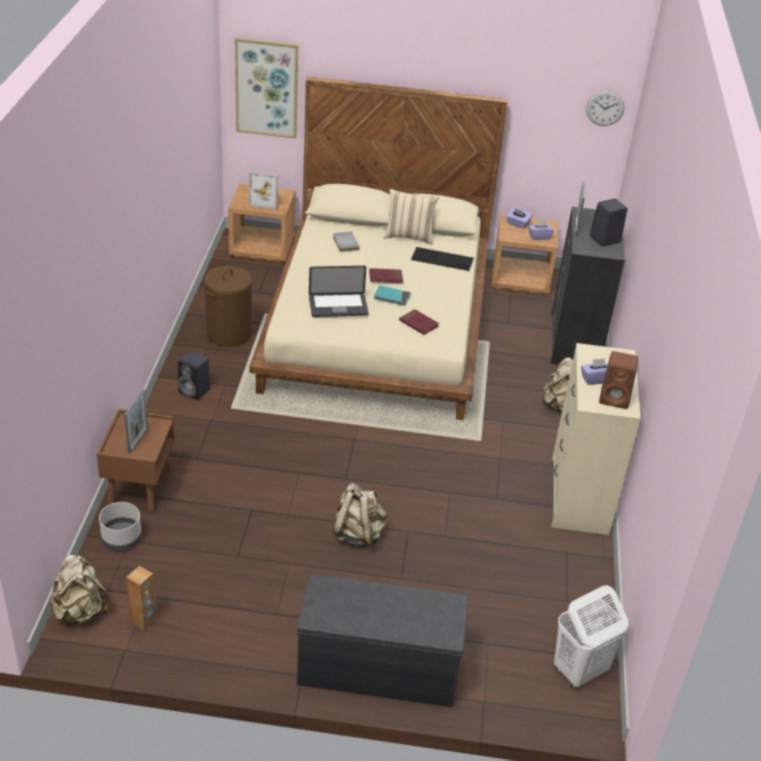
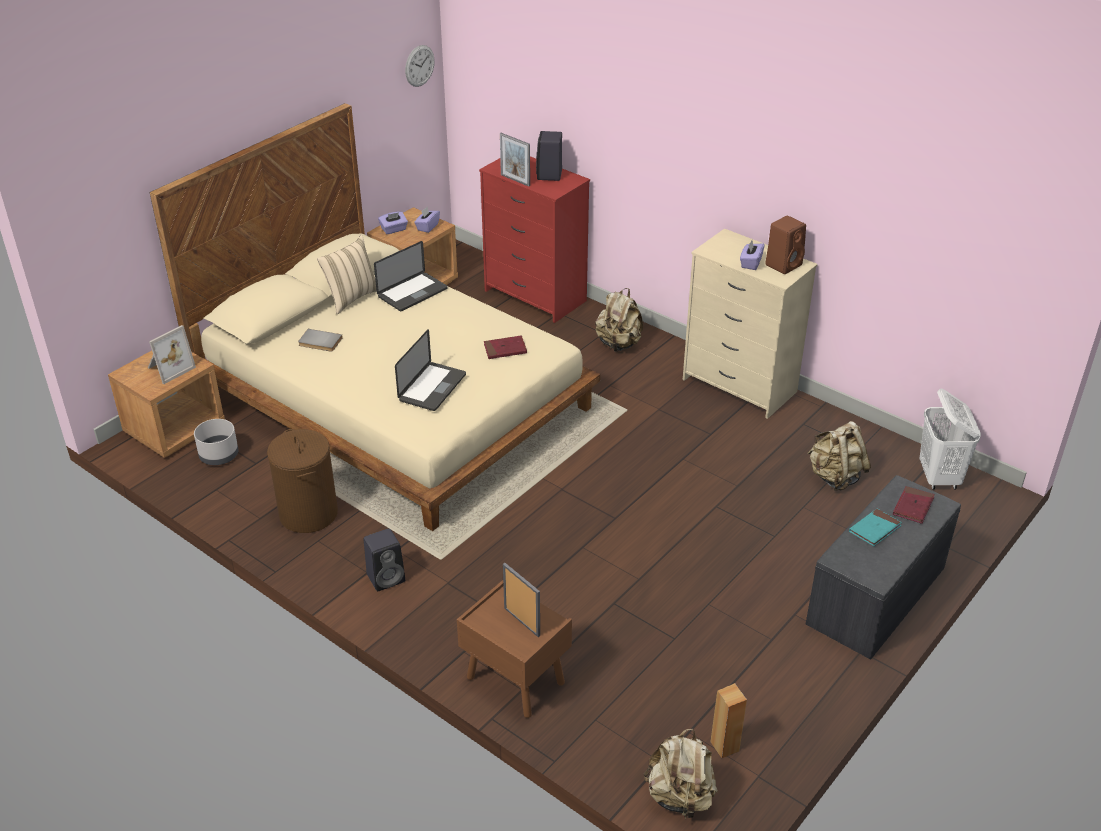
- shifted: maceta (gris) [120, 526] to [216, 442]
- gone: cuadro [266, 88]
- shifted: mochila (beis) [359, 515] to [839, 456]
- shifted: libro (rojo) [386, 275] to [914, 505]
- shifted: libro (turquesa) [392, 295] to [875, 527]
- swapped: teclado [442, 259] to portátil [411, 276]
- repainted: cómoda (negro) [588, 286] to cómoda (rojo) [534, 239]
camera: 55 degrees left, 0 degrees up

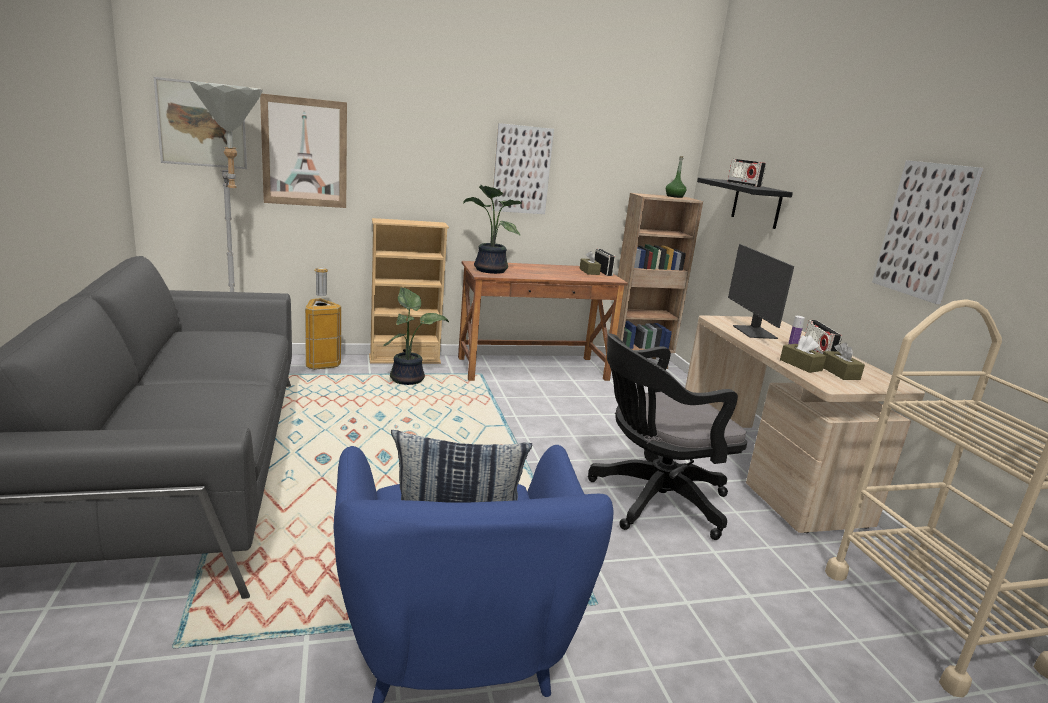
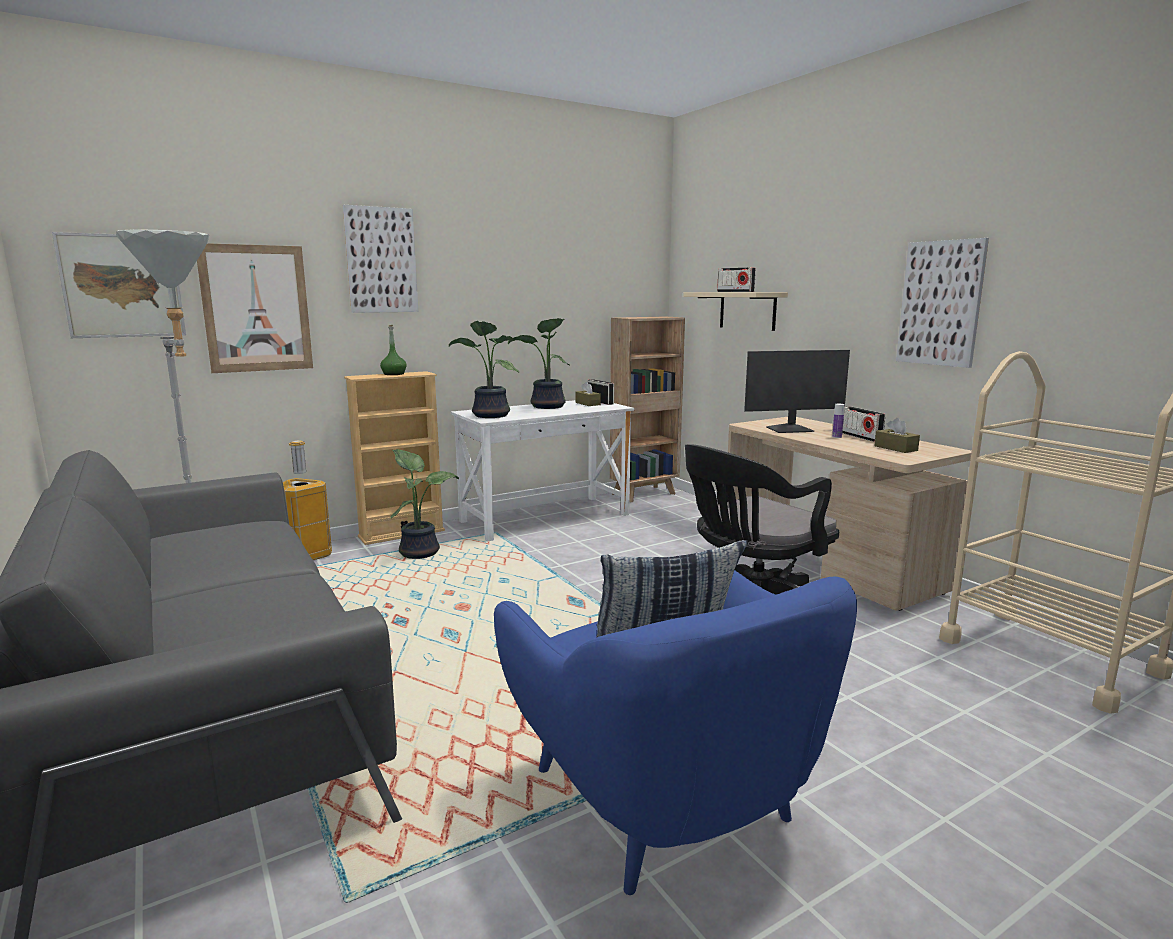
- repainted: escritorio (marrón) [543, 321] to escritorio (blanco) [542, 470]
- shifted: cuadro [522, 168] to [380, 259]
- shifted: botella (verde) [676, 177] to [393, 350]
- repainted: estante (negro) [745, 203] to estante (beis) [735, 311]
- rotated: monitor [761, 291] = [797, 391] 75 degrees counterclockwise
- gone: caja de pañuelos (marrón) [803, 354]
- new: planta en maceta [539, 363]
camera: 15 degrees left, 5 degrees down

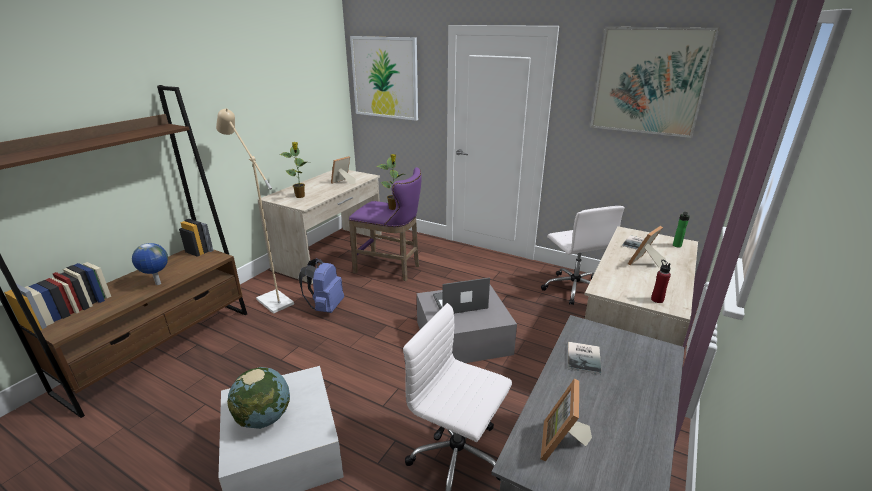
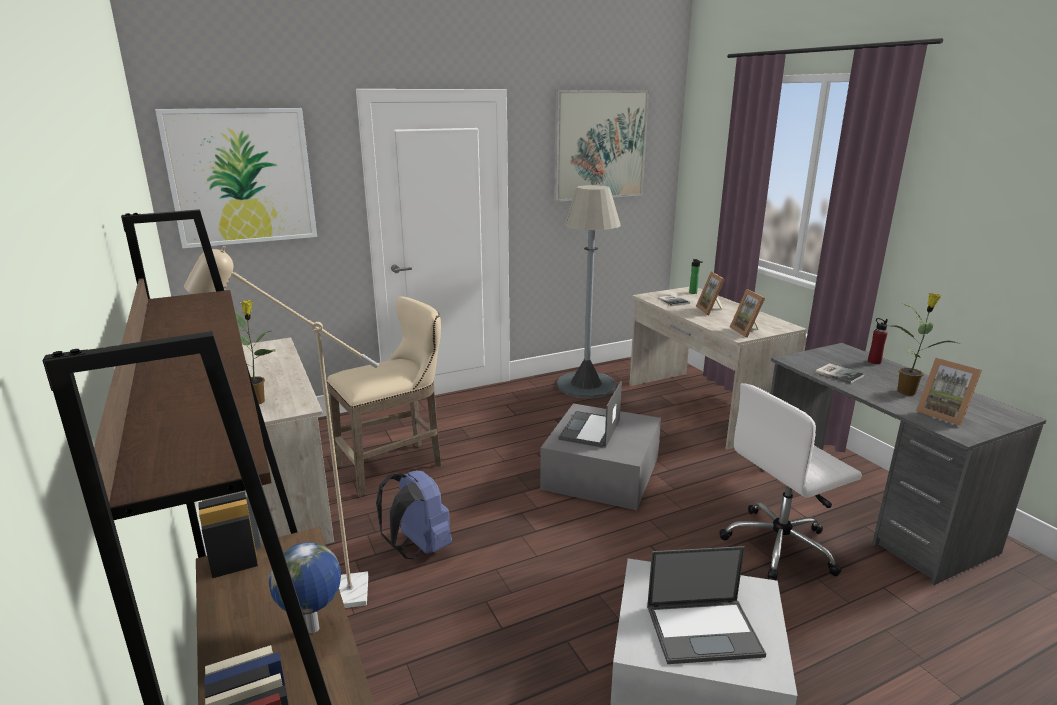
- swapped: globo terráqueo [258, 398] to portátil [706, 605]
- shifted: portarretratos [343, 170] to [747, 313]
- repainted: taburete (morado) [385, 224] to taburete (beis) [384, 397]
- shifted: planta en maceta [389, 182] to [923, 344]
- swapped: silla de oficina (blanco) [583, 255] to lámpara de pie (gris) [588, 291]
- shifted: botella (rojo) [661, 281] to [878, 341]
camera: 55 degrees left, 5 degrees down

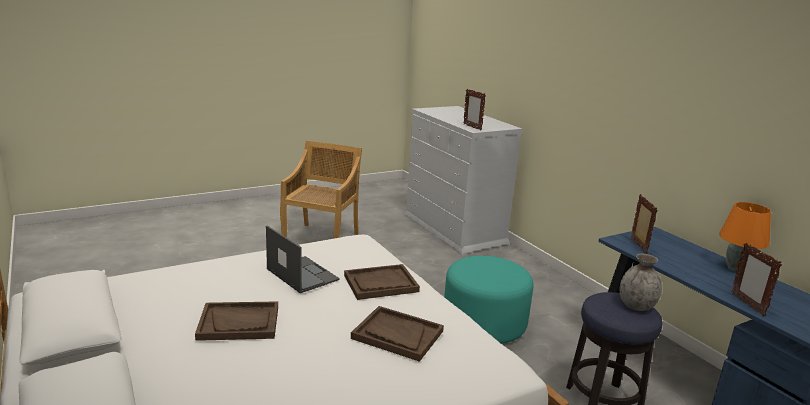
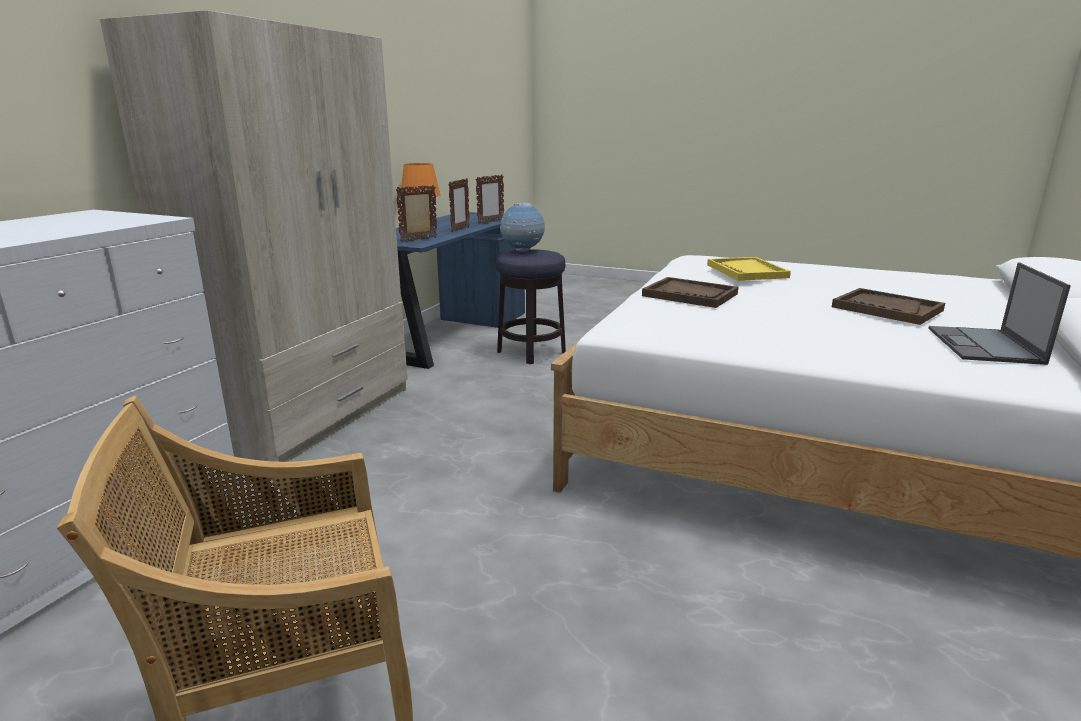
- shifted: portátil [303, 259] to [999, 314]
- repainted: bandeja (marrón) [397, 334] to bandeja (amarillo) [749, 269]
- gone: puf (turquesa) [489, 300]
- shifted: portarretratos [474, 110] to [459, 205]
- swapped: florero (gris) [641, 282] to globo terráqueo [522, 227]
- new: armario ropero (beis) [254, 236]
camera: 125 degrees left, 0 degrees up

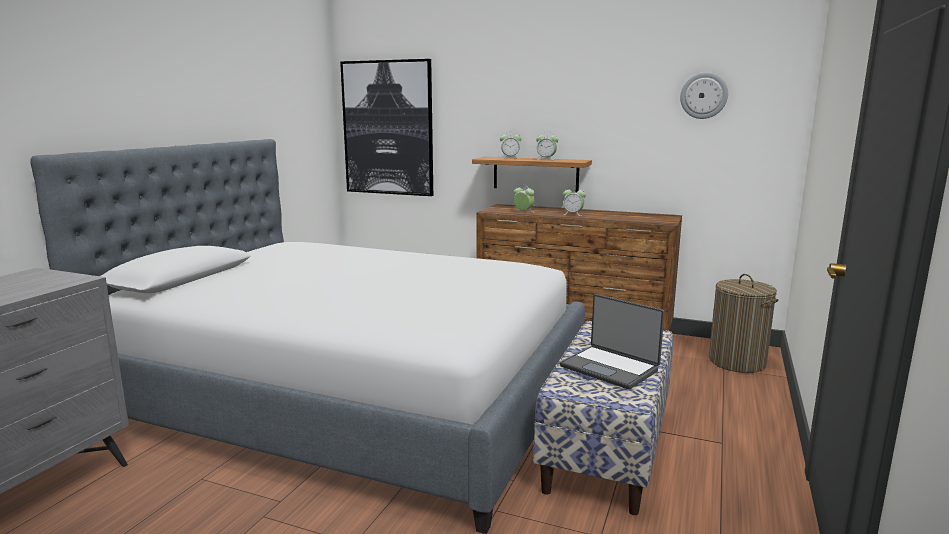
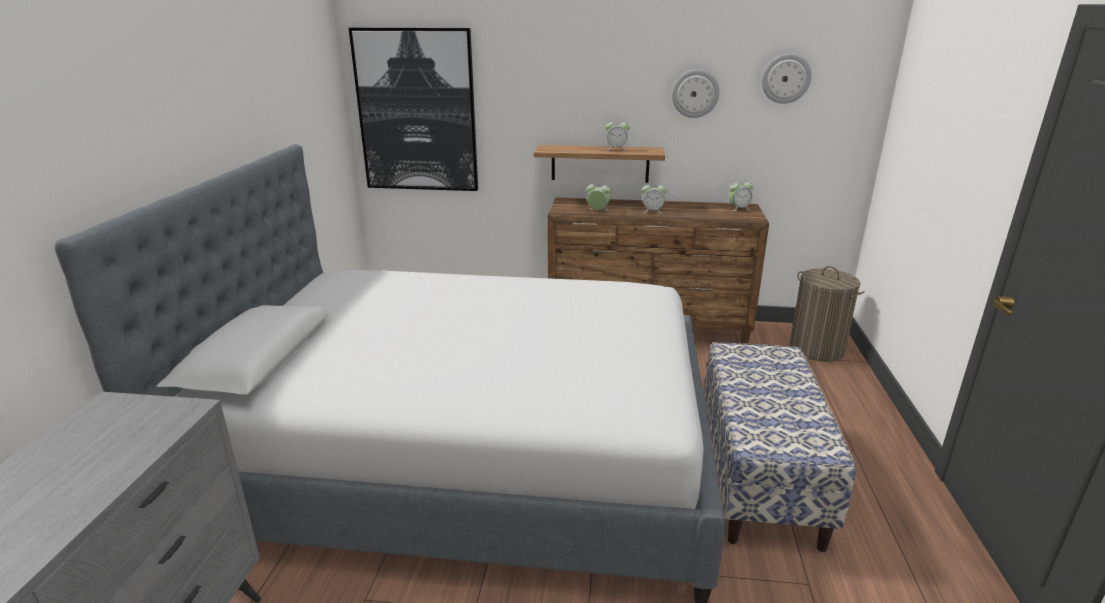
- shifted: despertador [511, 145] to [741, 195]
- gone: portátil [612, 341]
- new: reloj de pared [695, 93]
camera: 15 degrees left, 10 degrees up

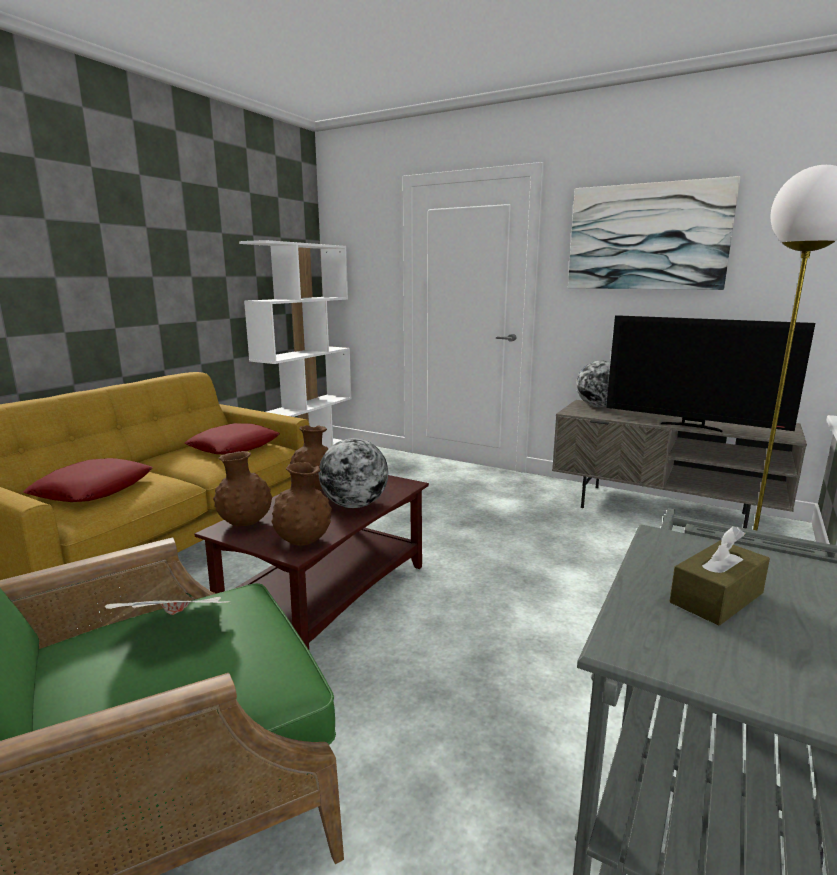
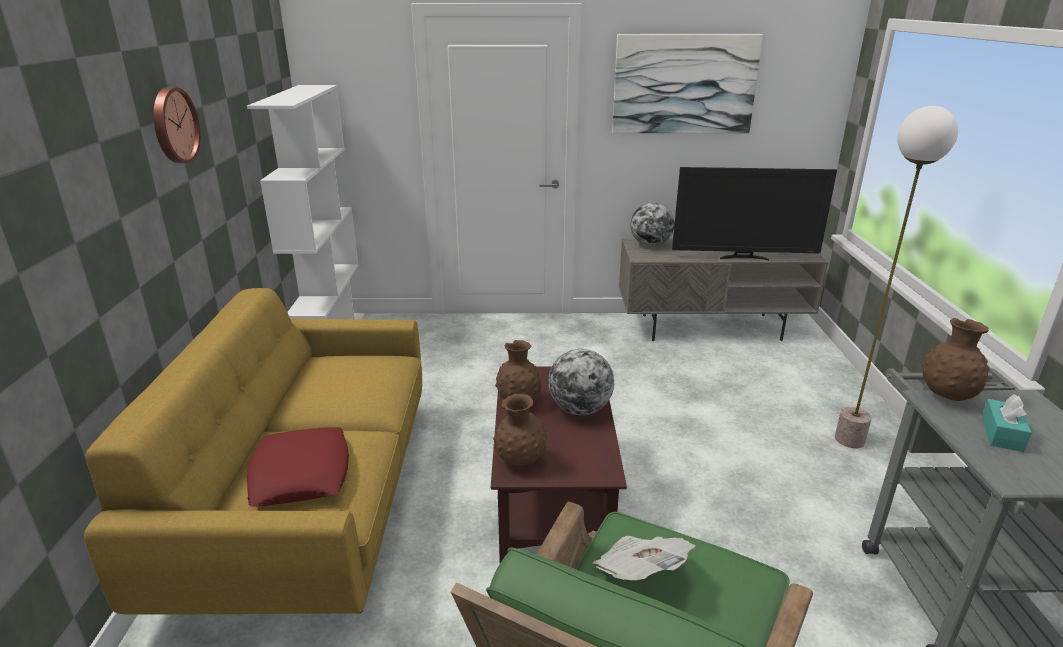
- gone: cojín (rojo) [232, 438]
- shifted: florero (marrón) [301, 503] to [955, 359]
- repainted: caja de pañuelos (marrón) [720, 575] to caja de pañuelos (turquesa) [1006, 423]
- new: reloj de pared [177, 125]
camera: 30 degrees left, 10 degrees up

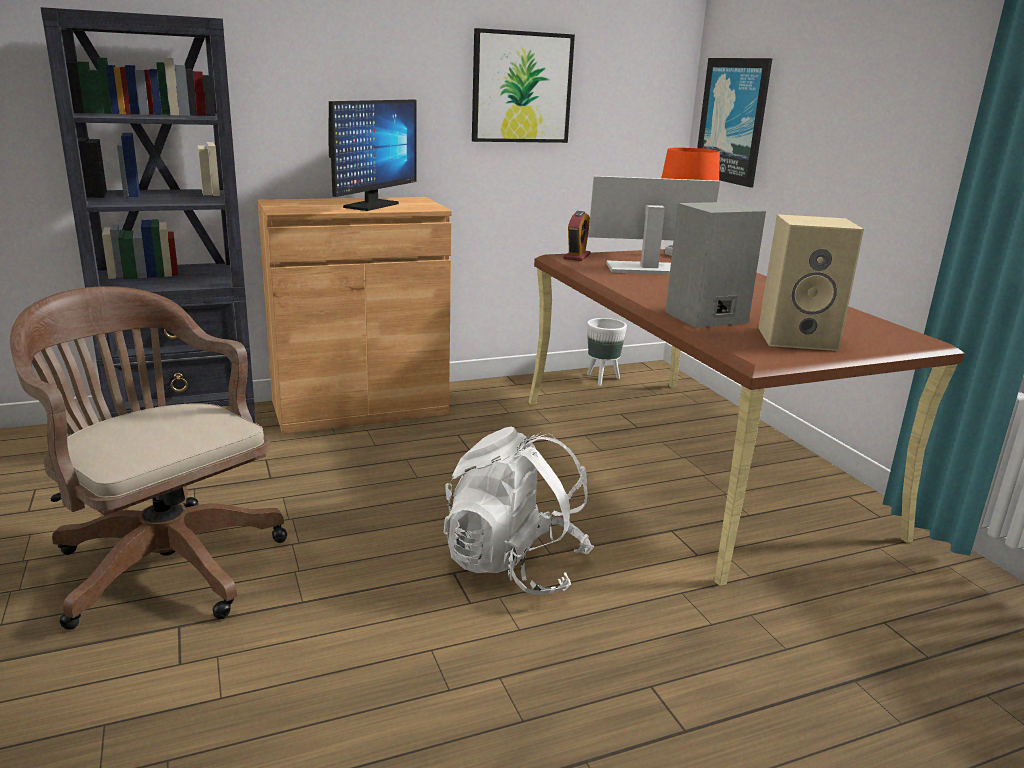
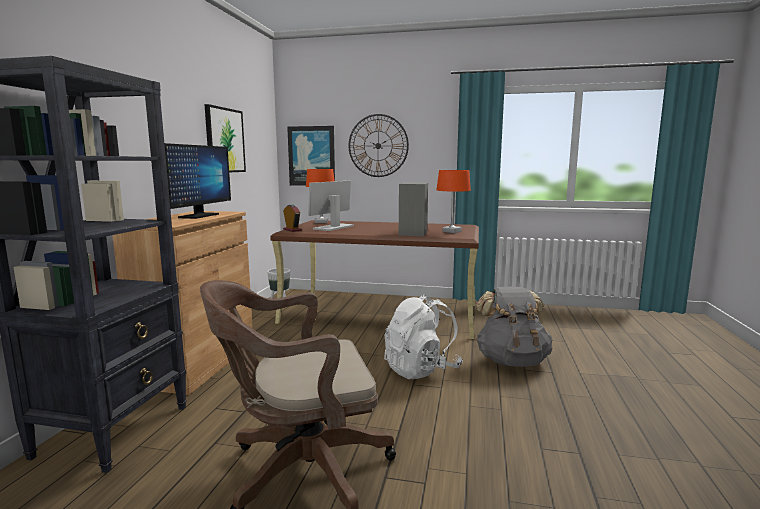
- rotated: monitor [372, 155] = [197, 181] 45 degrees clockwise
- swapped: altavoz (beis) [811, 282] to lámpara de mesa (naranja) [453, 201]
- new: reloj de pared [379, 145]
- new: mochila (gris) [514, 327]
camera: 55 degrees left, 10 degrees down

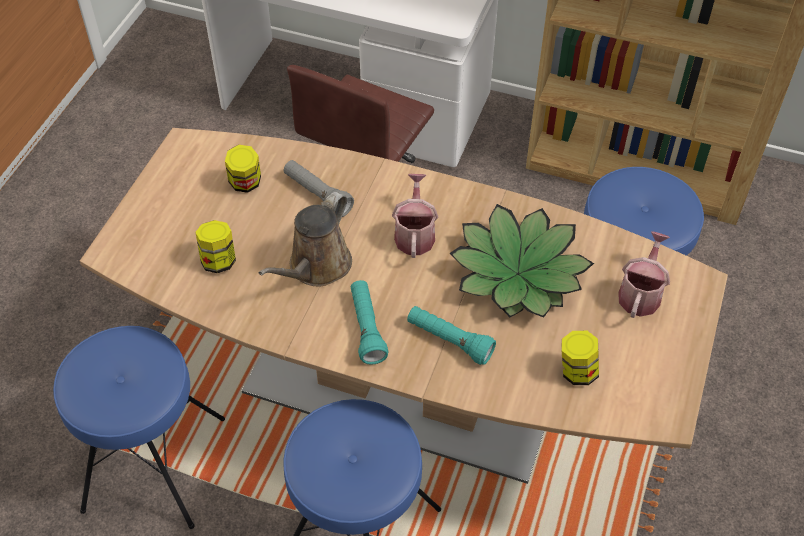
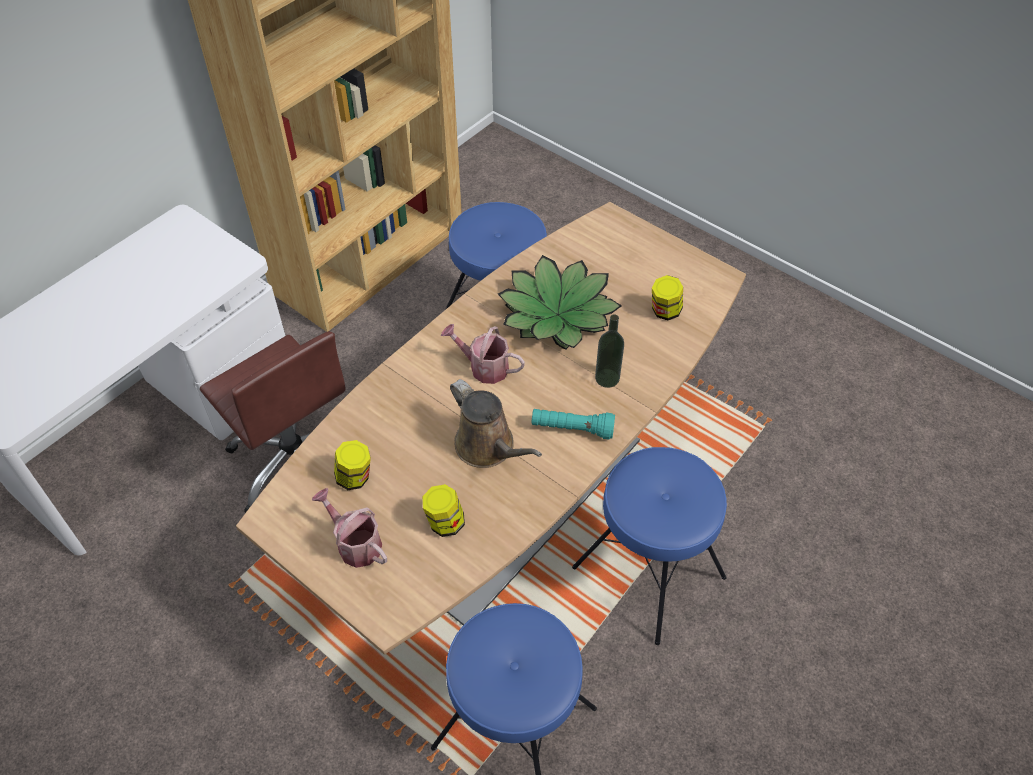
- gone: linterna (gris) [319, 188]
- swapped: linterna (turquesa) [451, 335] to botella [609, 351]
- shifted: regadera [644, 274] to [349, 528]
camera: 70 degrees left, 0 degrees up

